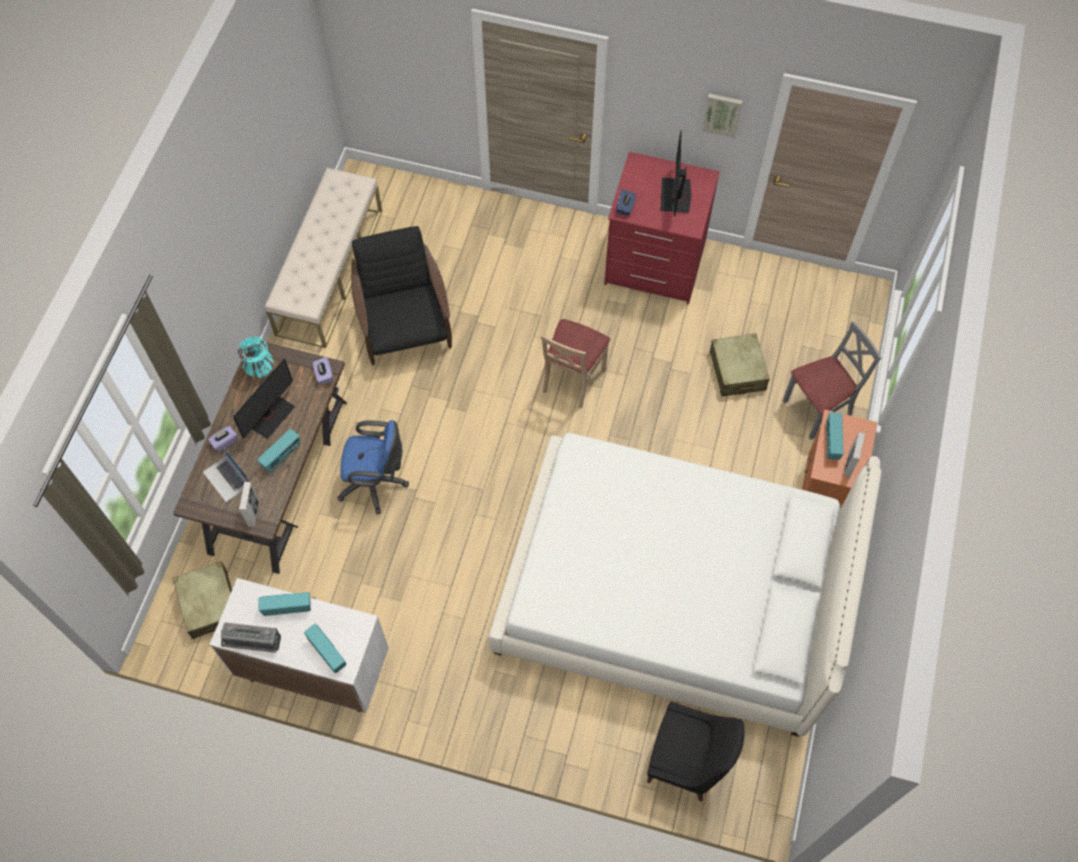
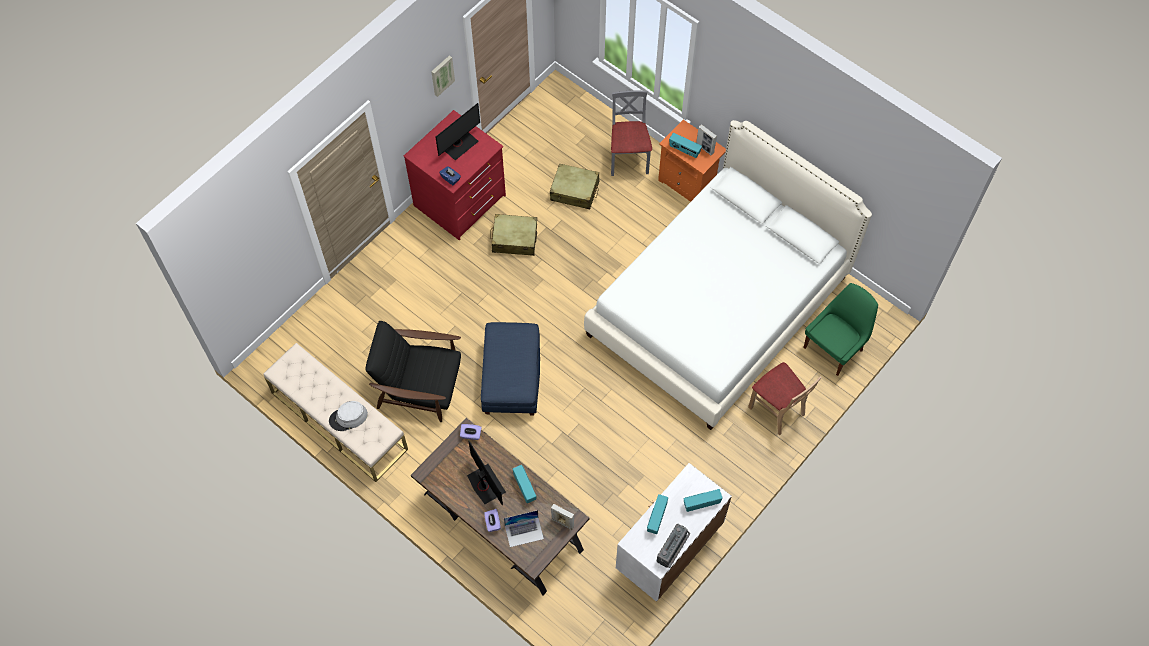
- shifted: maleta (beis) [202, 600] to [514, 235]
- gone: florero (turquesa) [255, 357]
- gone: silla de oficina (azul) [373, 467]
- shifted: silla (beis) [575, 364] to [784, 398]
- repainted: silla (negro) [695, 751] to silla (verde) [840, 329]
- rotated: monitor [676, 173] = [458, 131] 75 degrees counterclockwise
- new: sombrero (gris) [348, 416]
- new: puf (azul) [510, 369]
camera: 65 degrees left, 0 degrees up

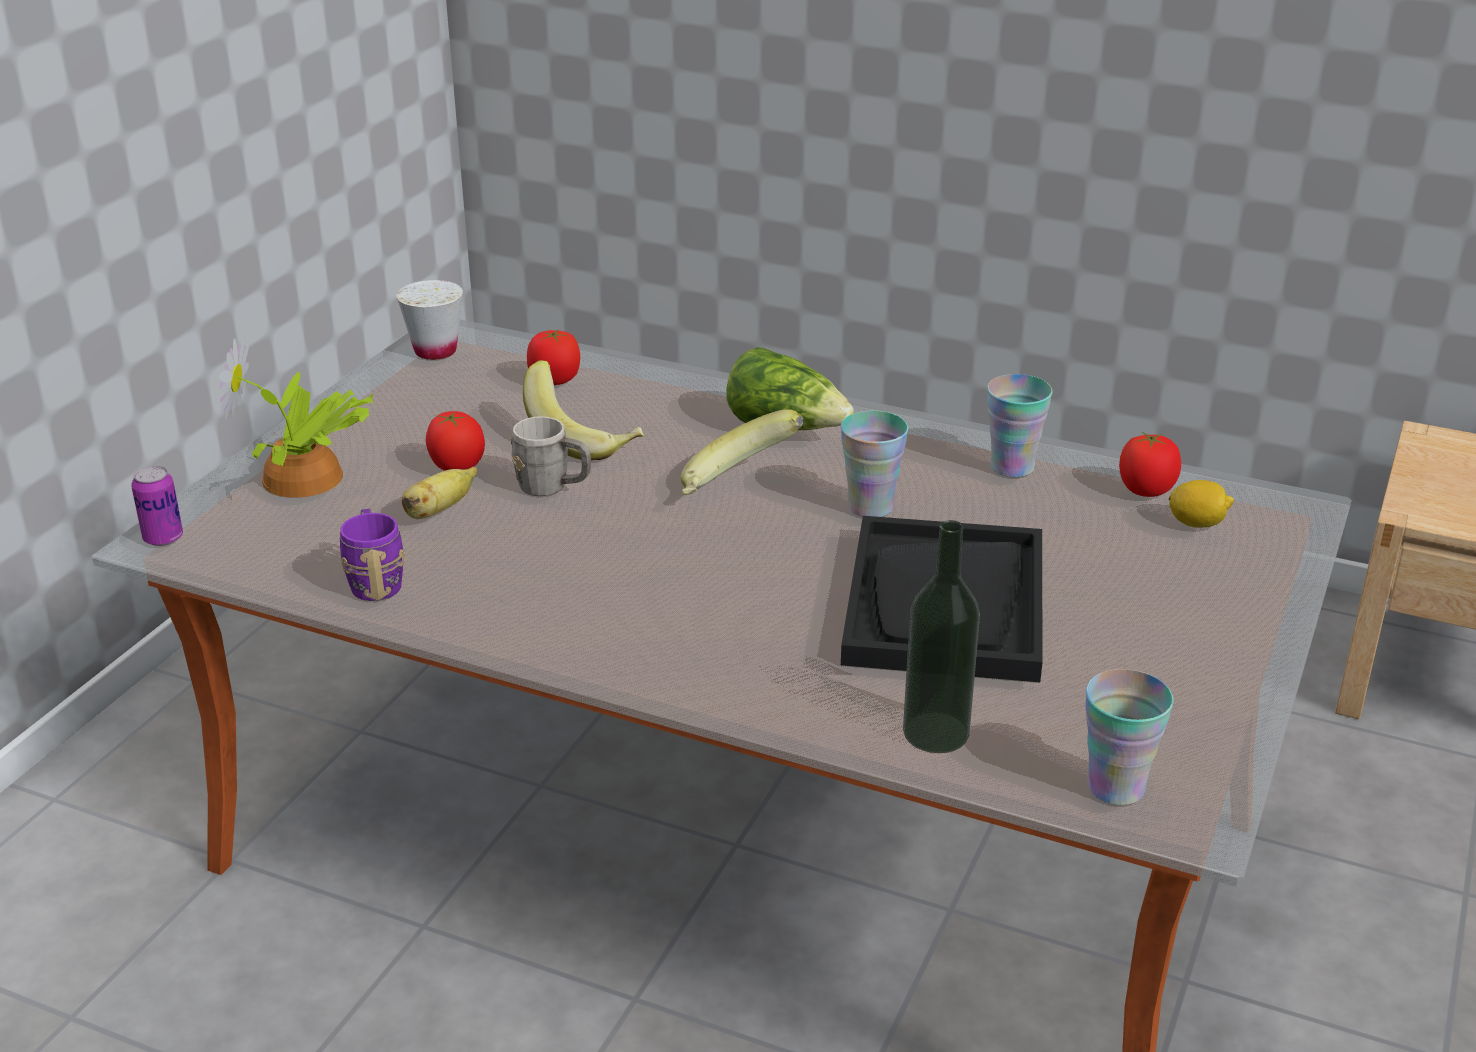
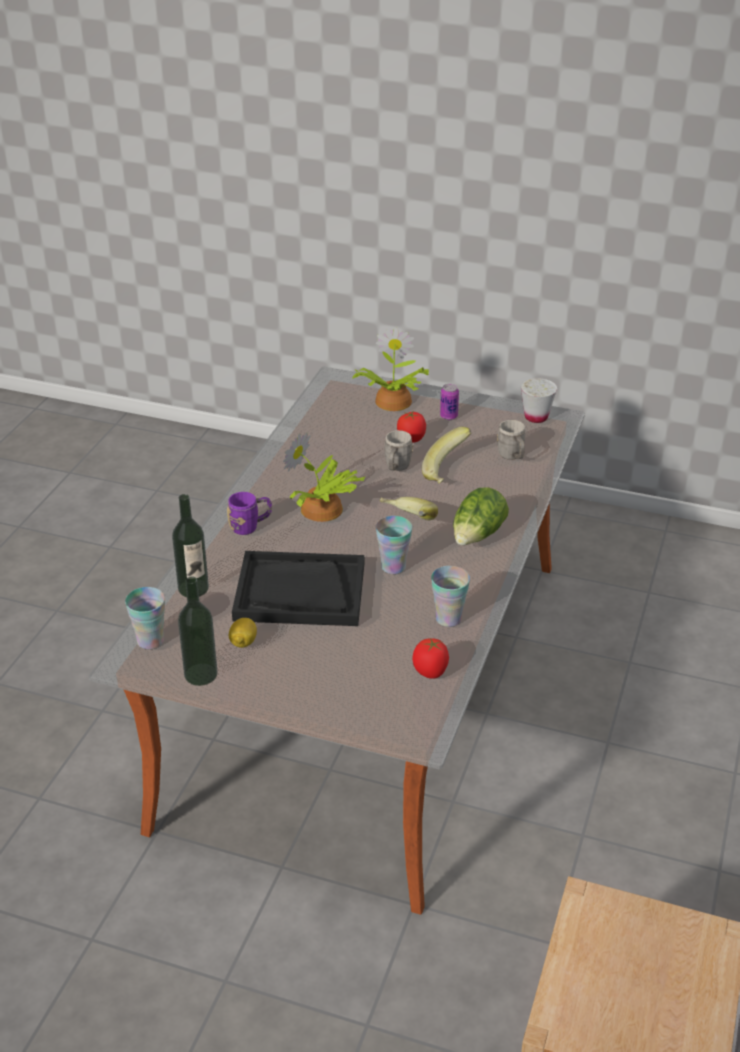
- shifted: lata [157, 506] to [449, 402]
- shifted: taza grande (morado) [372, 555] to [249, 513]
- gone: plátano [439, 493]
- swapped: tomate [553, 357] to taza grande (gris) [511, 440]
- shifted: limón [1201, 504] to [243, 633]
- new: botella [198, 631]
- new: planta en maceta [324, 477]
camera: 85 degrees right, 5 degrees up

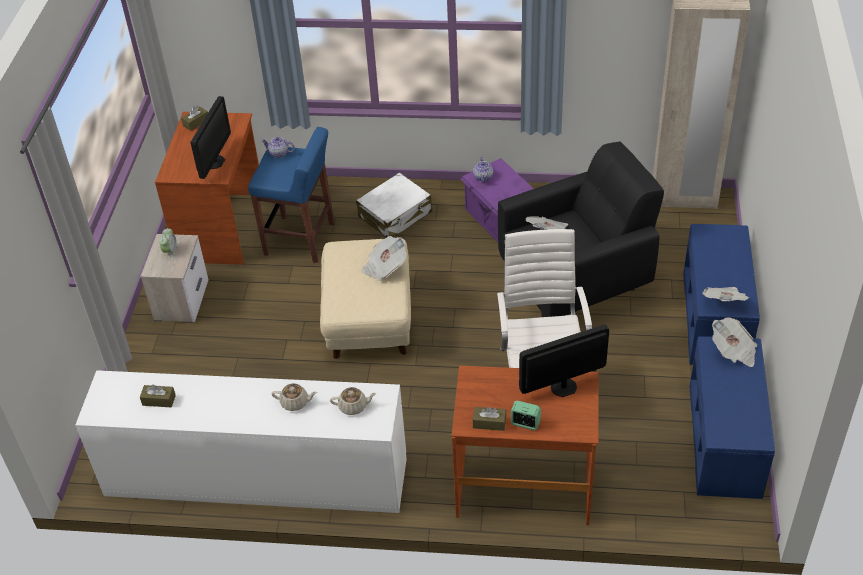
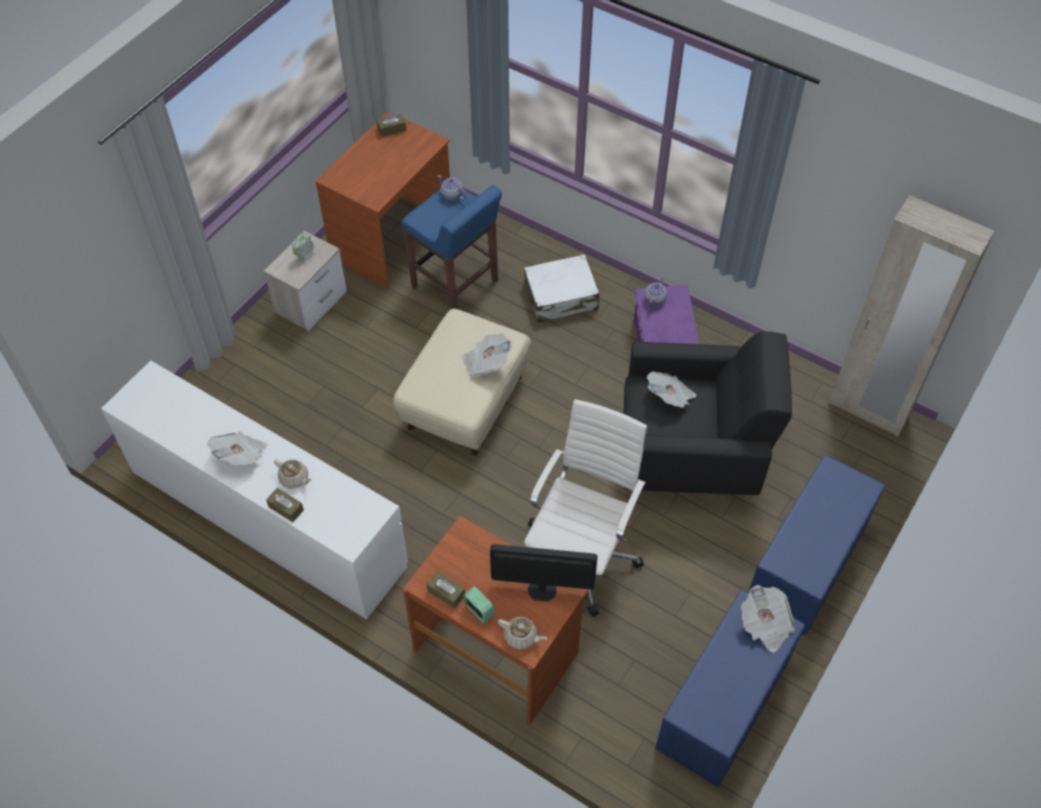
- shifted: caja de pañuelos (marrón) [158, 395] to [285, 505]
- gone: monitor [210, 137]
- shifted: tetera (beis) [353, 401] to [522, 633]
- shifted: periódico [725, 294] to [237, 448]
camera: 25 degrees right, 10 degrees up

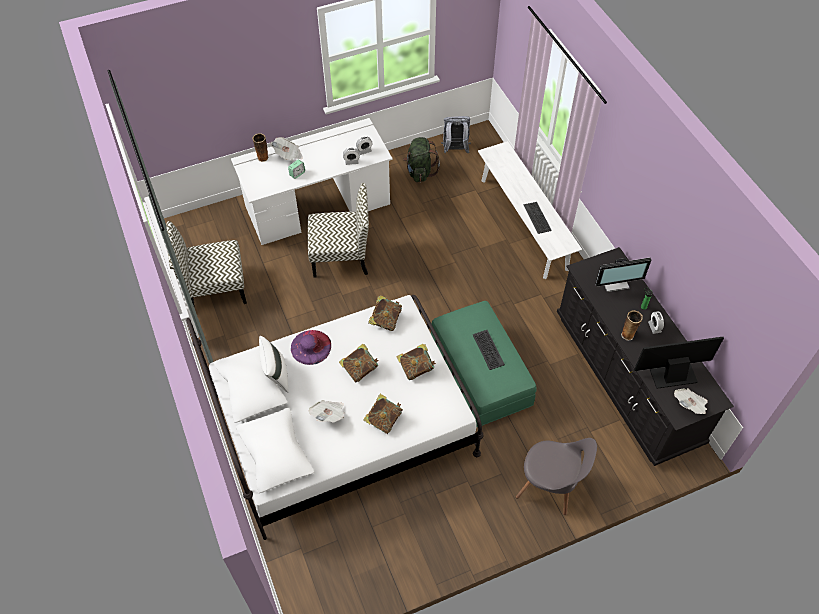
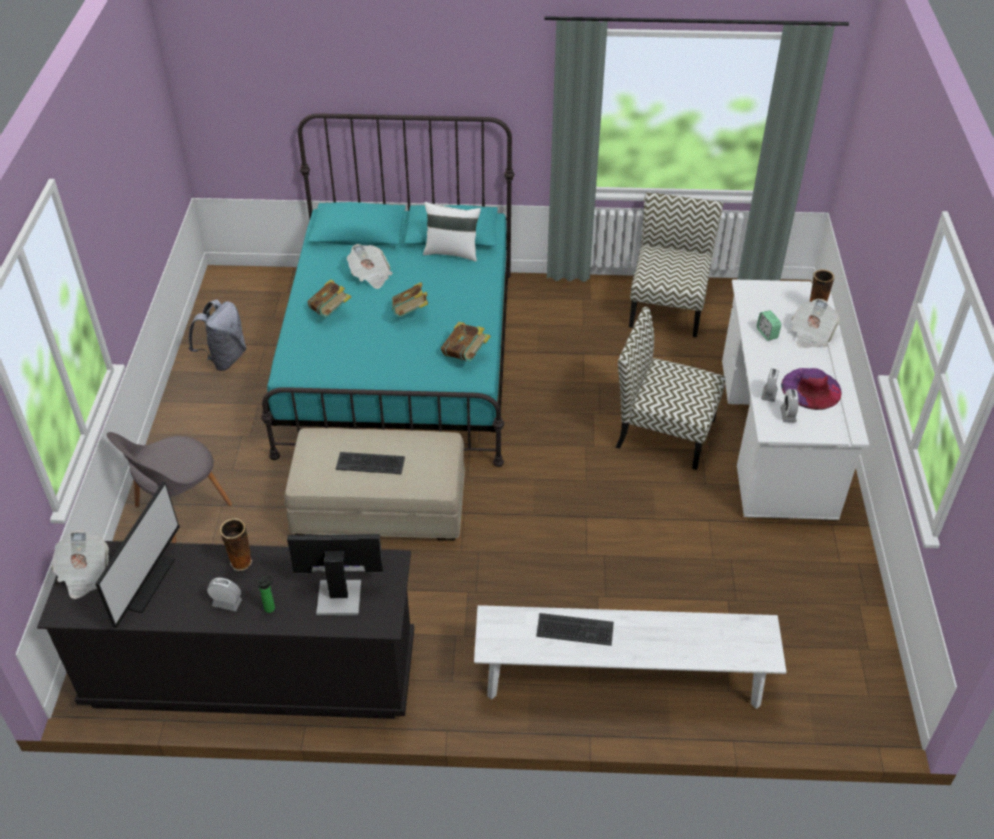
- repainted: cama (blanco) [335, 417] to cama (turquesa) [387, 290]
- shifted: sombrero (morado) [311, 347] to [811, 389]
- rotated: silla [338, 230] = [670, 388] 90 degrees clockwise
- gone: libro [416, 362]
- gone: mochila (verde) [421, 159]
- repainted: puf (verde) [484, 364] to puf (beis) [374, 484]
- shifted: mochila (gris) [456, 134] to [217, 335]
- rotated: monitor [623, 275] = [335, 574] 75 degrees clockwise
camera: 115 degrees right, 10 degrees down

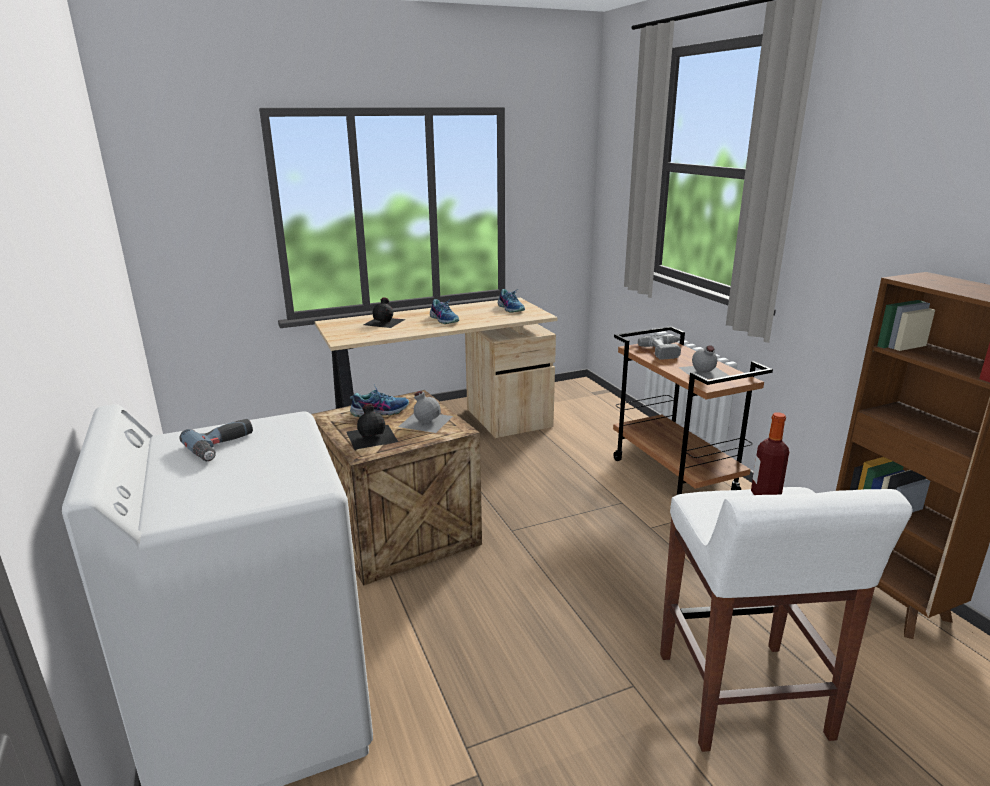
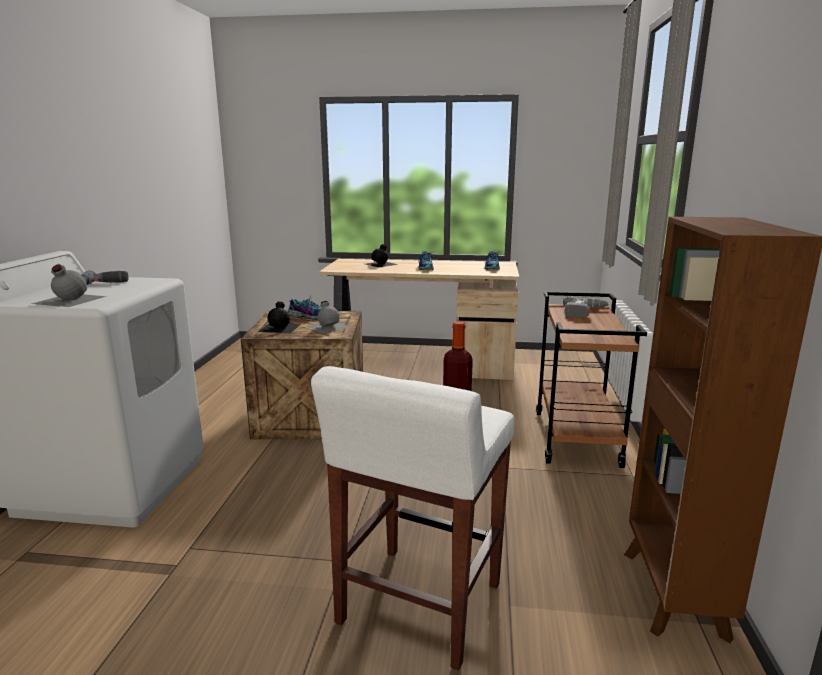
- shifted: botella (gris) [703, 362] to [69, 285]
camera: 30 degrees right, 5 degrees down

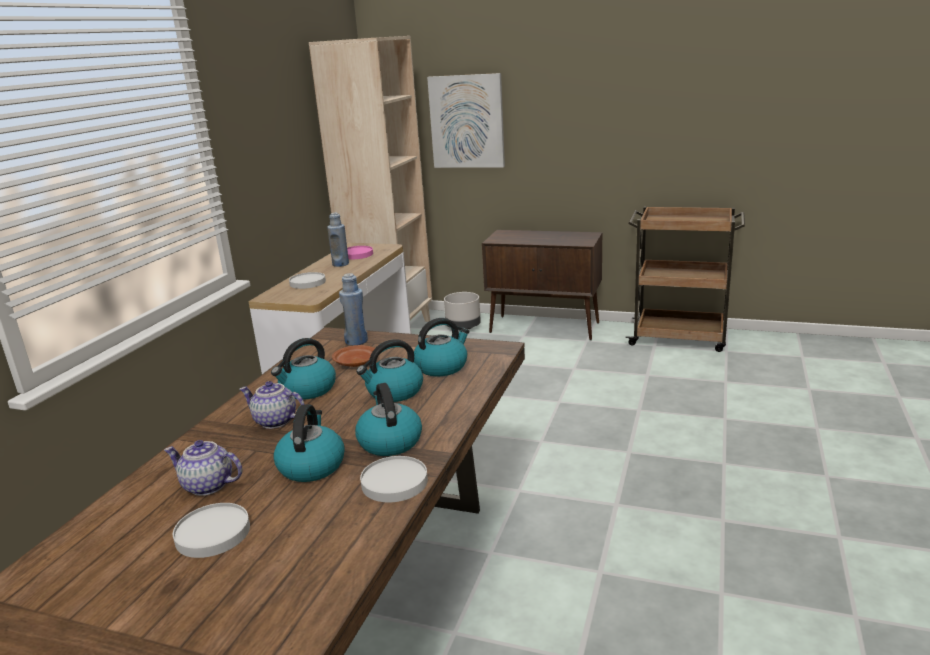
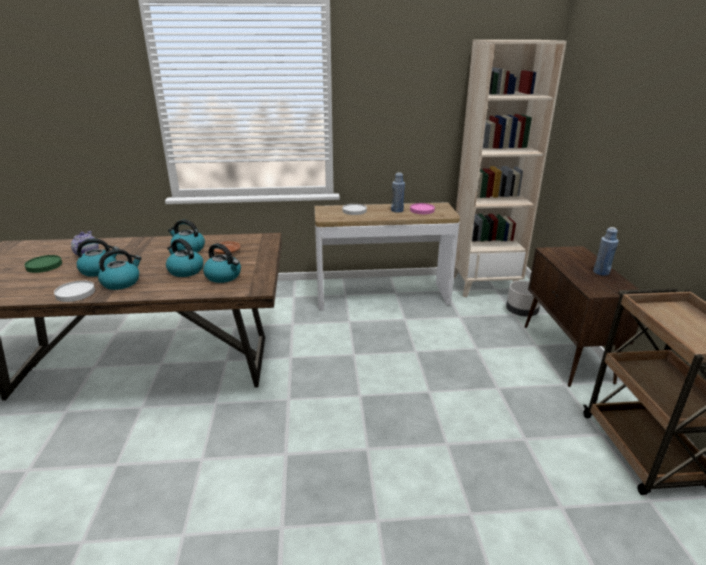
- repainted: plato (blanco) [211, 530] to plato (verde) [43, 264]
- gone: tetera [272, 405]
- shifted: botella (azul) [353, 309] to [606, 251]
- gone: cuadro [466, 120]
camera: 65 degrees right, 5 degrees up

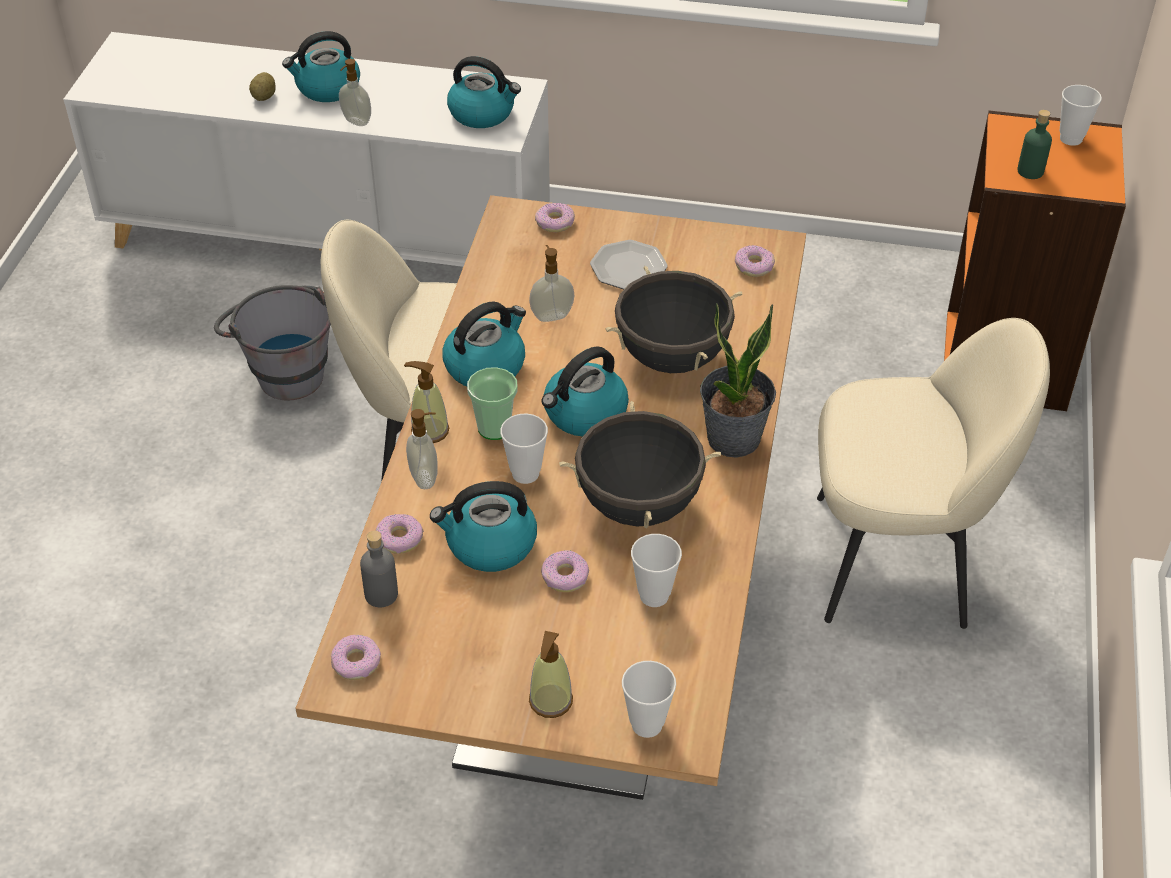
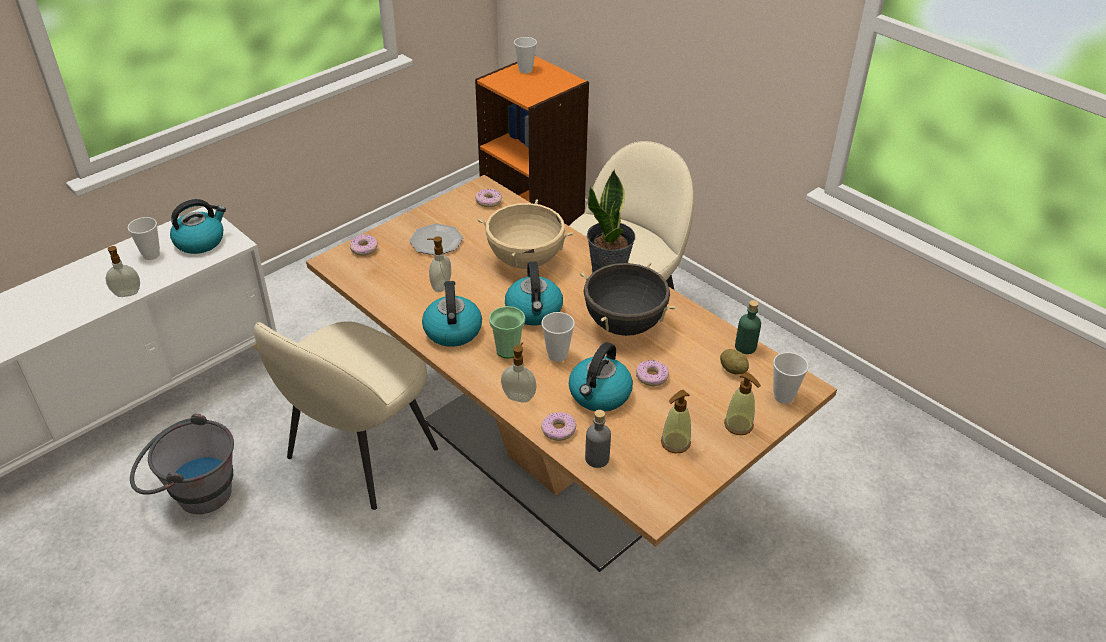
- shifted: patata [262, 86] to [734, 361]
- gone: hervidor [321, 66]
- gone: rosquilla [356, 657]
- shifted: dispensador de jabón [426, 402] to [676, 421]
- repainted: olla (negro) [674, 319] to olla (beis) [525, 234]
- shifted: taza [656, 570] to [144, 238]
- shifted: botella (verde) [1034, 144] to [748, 327]
camera: 55 degrees left, 5 degrees down

